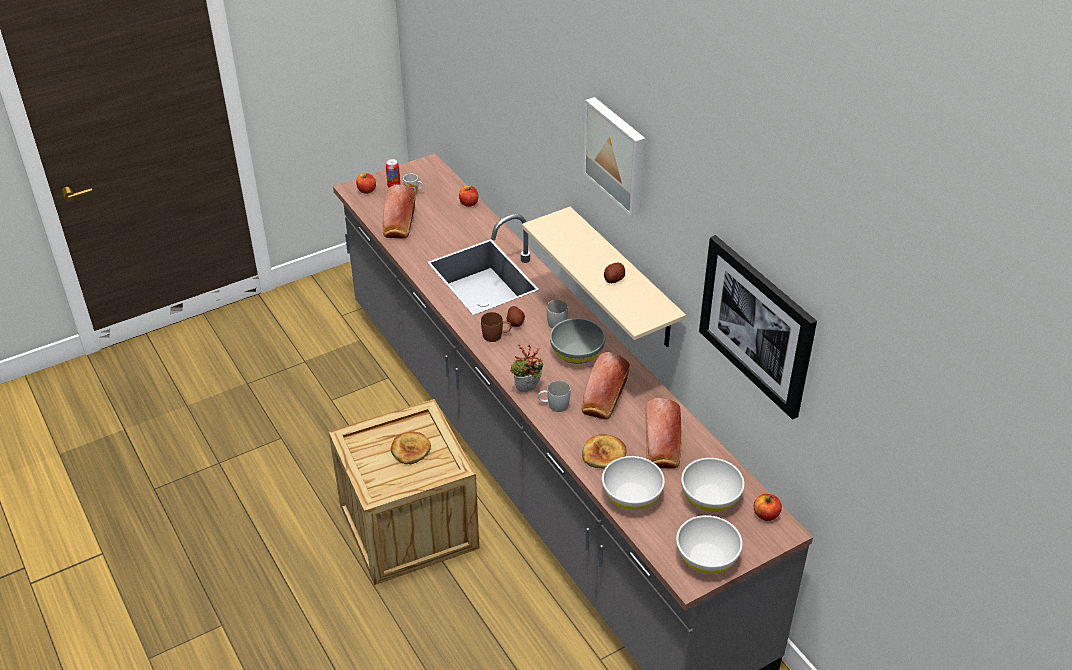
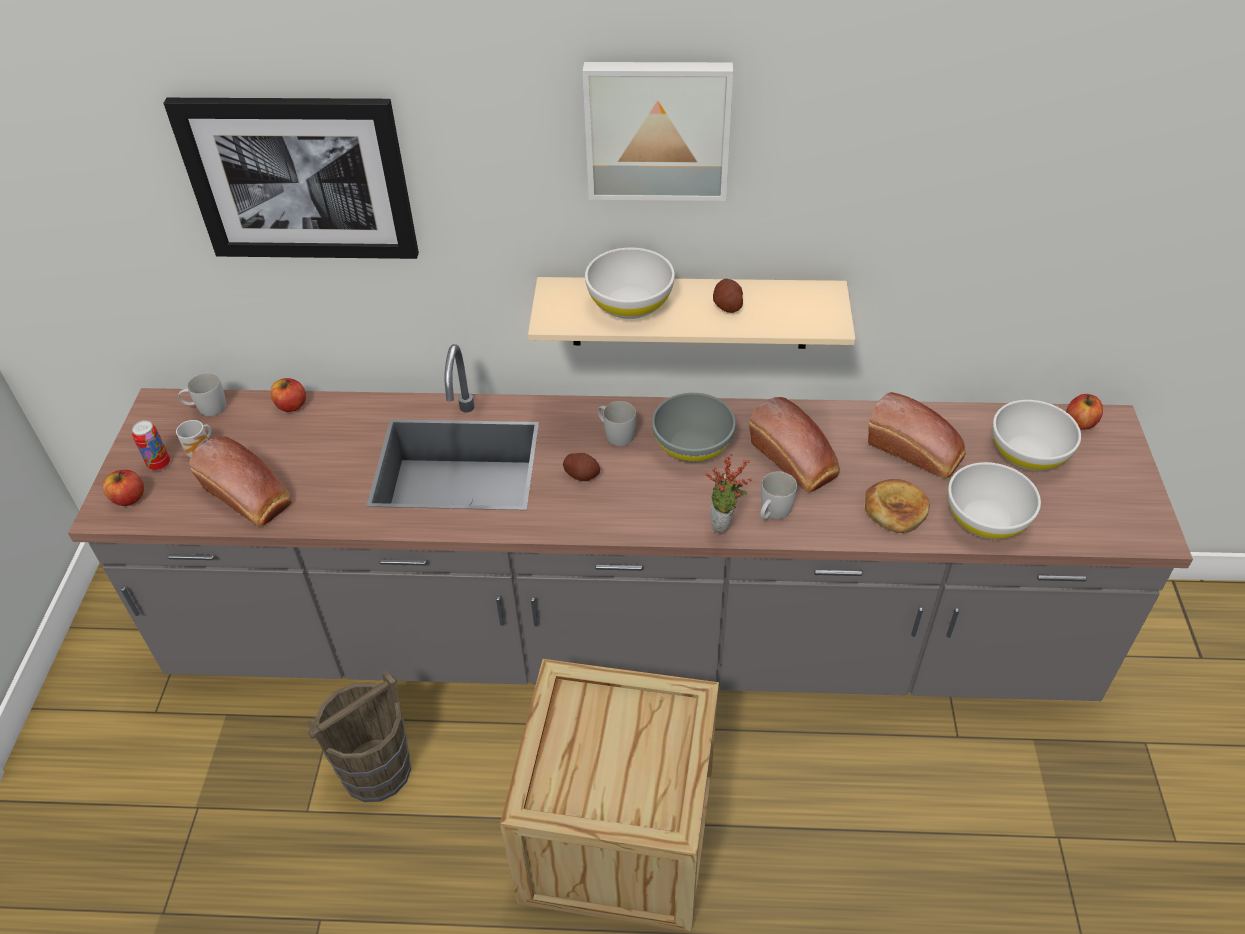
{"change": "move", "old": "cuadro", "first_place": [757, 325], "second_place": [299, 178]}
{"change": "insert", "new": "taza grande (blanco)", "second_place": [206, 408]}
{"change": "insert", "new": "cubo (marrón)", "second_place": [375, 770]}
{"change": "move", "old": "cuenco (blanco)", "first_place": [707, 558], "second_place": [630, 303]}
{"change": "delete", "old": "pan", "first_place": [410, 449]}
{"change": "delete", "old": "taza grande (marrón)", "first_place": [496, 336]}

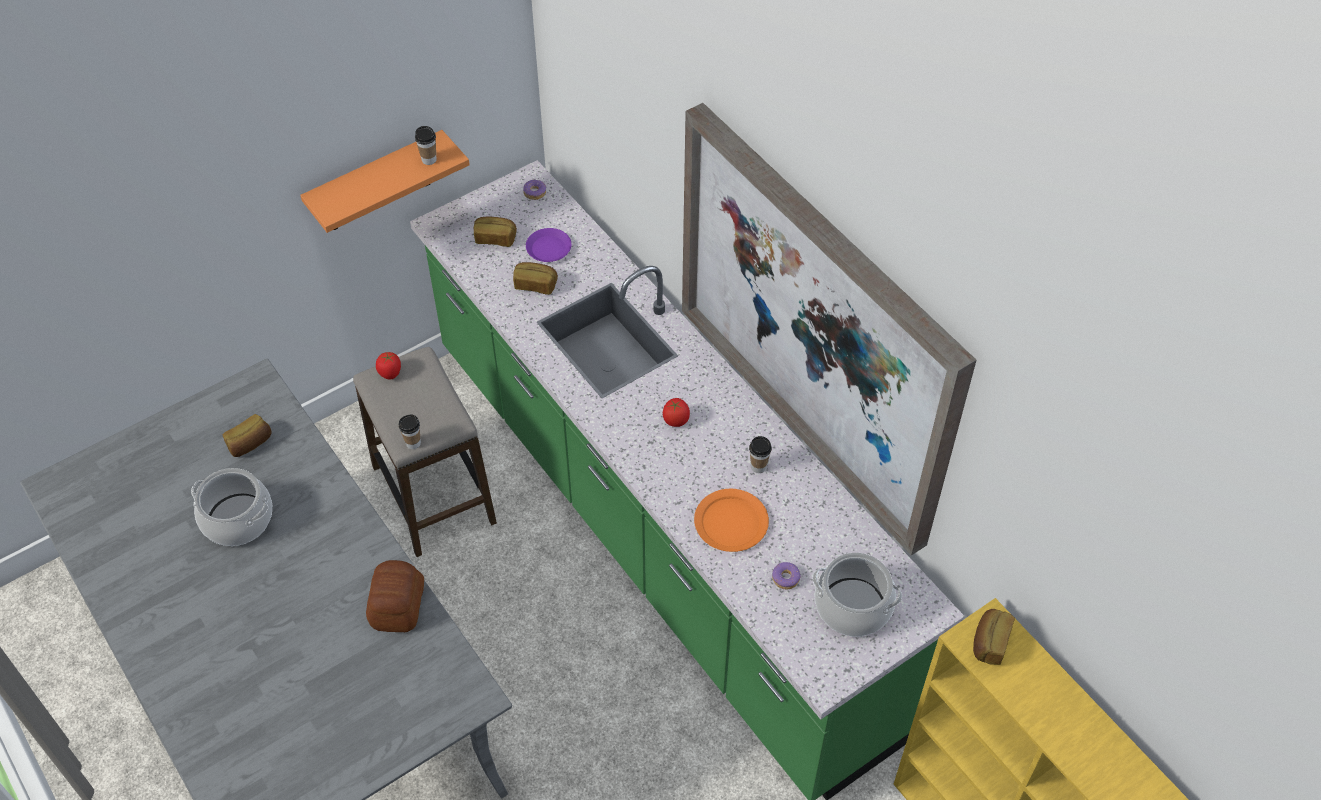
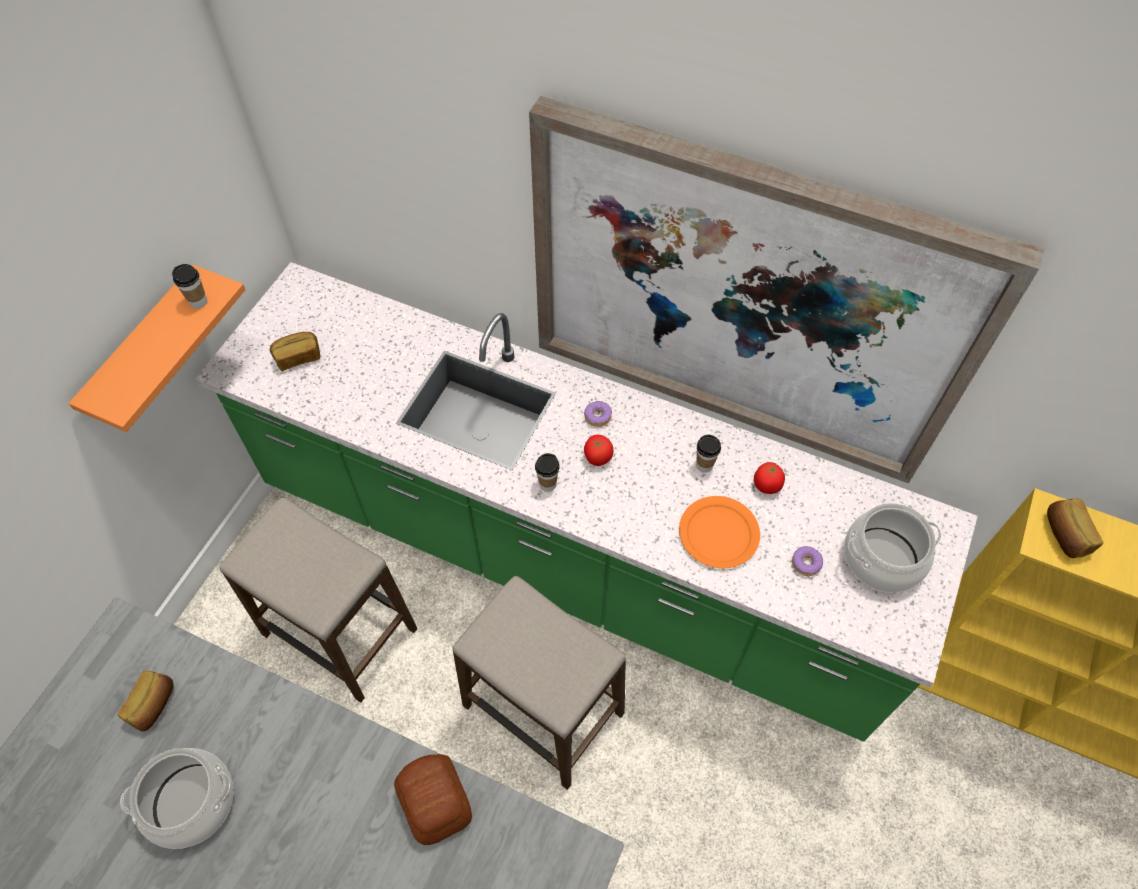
{"change": "insert", "new": "taburete", "second_place": [543, 709]}
{"change": "move", "old": "taza", "first_place": [413, 443], "second_place": [547, 484]}
{"change": "move", "old": "rosquilla", "first_place": [534, 192], "second_place": [597, 416]}
{"change": "move", "old": "tomate", "first_place": [390, 373], "second_place": [767, 485]}
{"change": "delete", "old": "pan", "first_place": [535, 284]}
{"change": "delete", "old": "plato (morado)", "first_place": [548, 248]}

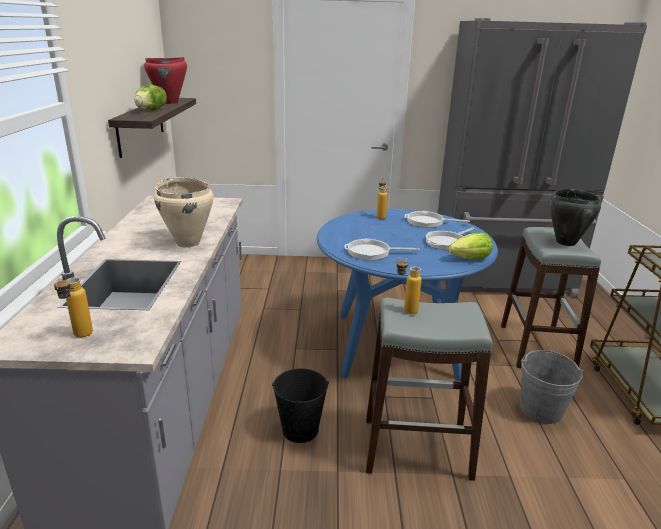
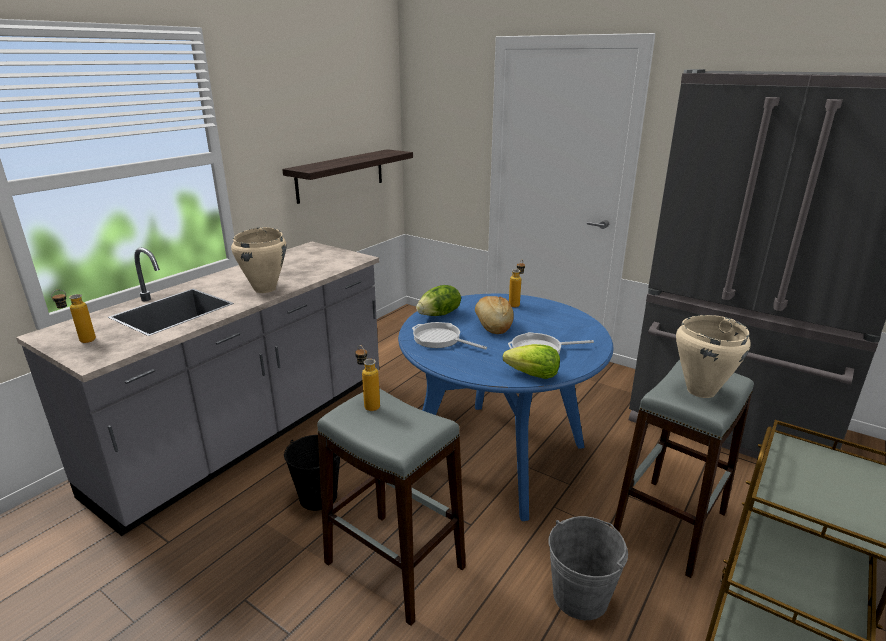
{"change": "move", "old": "lechuga", "first_place": [151, 110], "second_place": [439, 314]}
{"change": "insert", "new": "pan", "second_place": [492, 325]}
{"change": "recolor", "old": "olla (negro)", "new": "olla (beis)", "first_place": [565, 242], "second_place": [700, 391]}
{"change": "delete", "old": "olla (rojo)", "first_place": [170, 102]}
{"change": "delete", "old": "sartén", "first_place": [428, 222]}

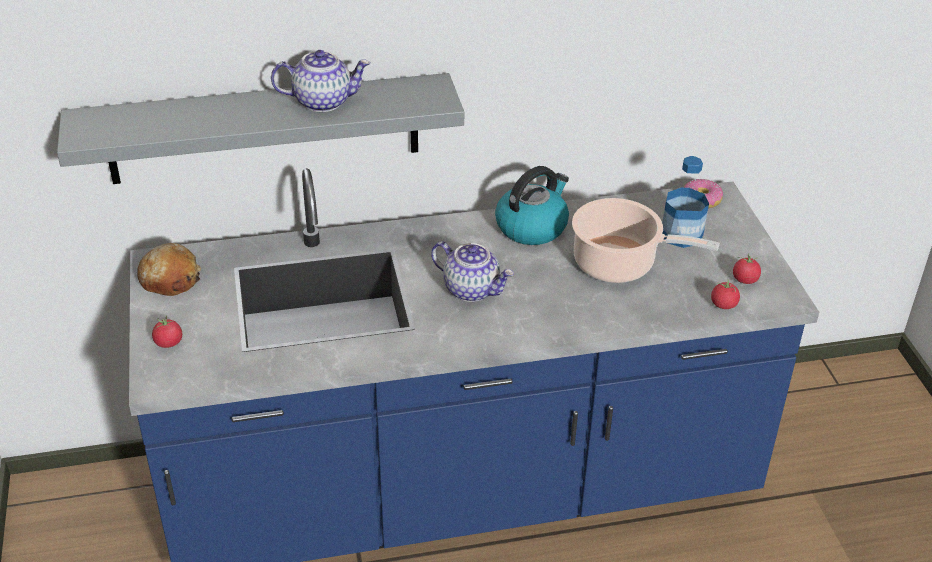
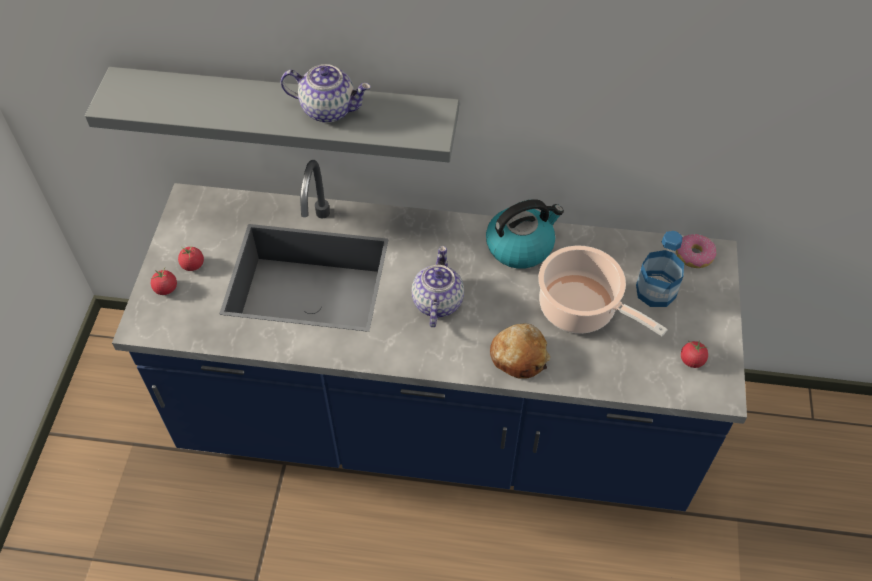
{"change": "move", "old": "tomate", "first_place": [723, 305], "second_place": [193, 265]}
{"change": "rotate", "old": "tetera", "first_place": [472, 289], "second_place": [436, 302], "degrees": -135}
{"change": "move", "old": "pan", "first_place": [170, 279], "second_place": [519, 356]}

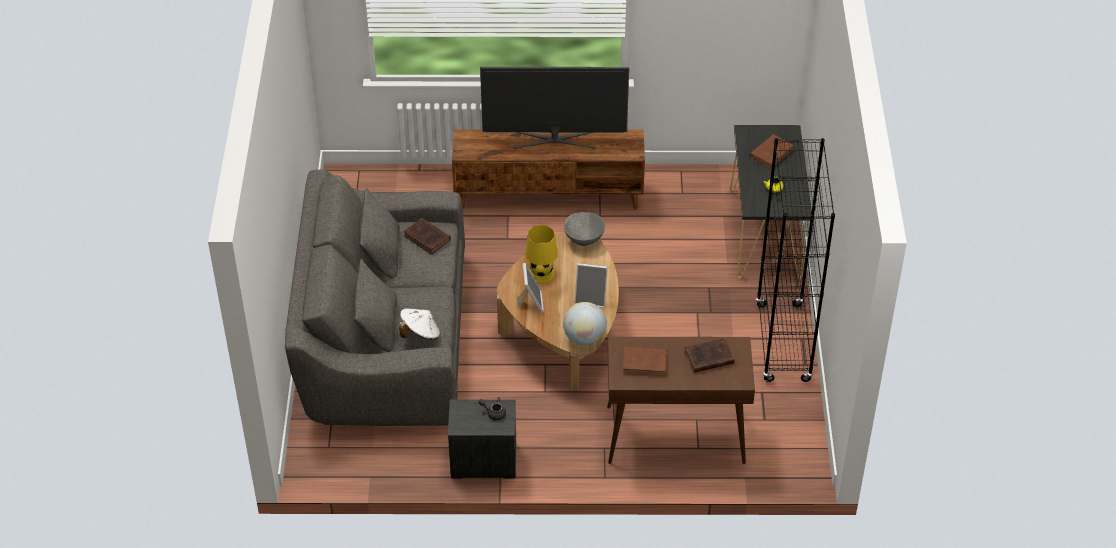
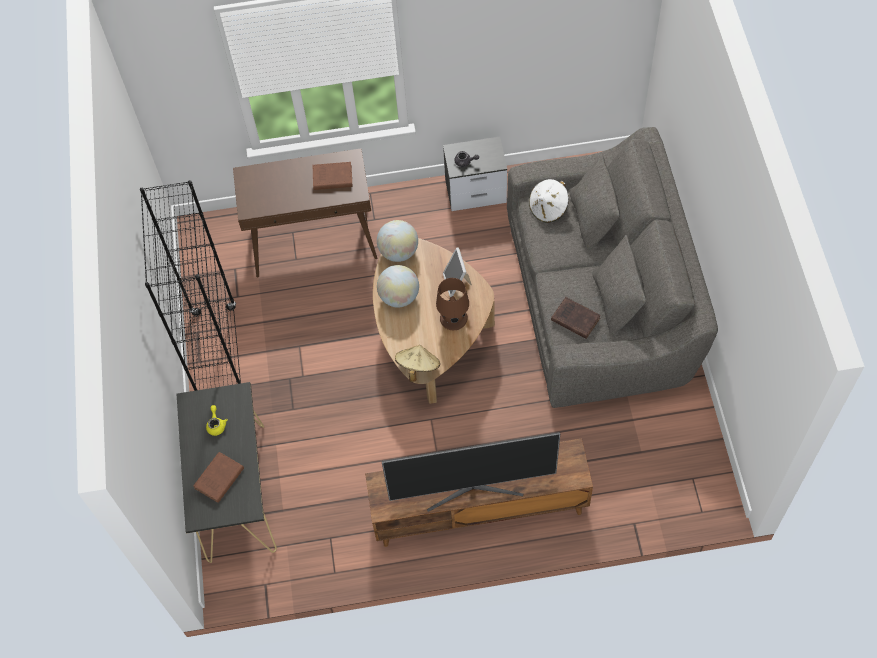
{"change": "replace", "old": "portarretratos", "new": "globo terráqueo", "first_place": [591, 298], "second_place": [399, 296]}
{"change": "replace", "old": "cuenco (gris)", "new": "sombrero (beis)", "first_place": [584, 240], "second_place": [417, 367]}
{"change": "recolor", "old": "lámpara de mesa (amarillo)", "new": "lámpara de mesa (marrón)", "first_place": [541, 273], "second_place": [453, 318]}
{"change": "delete", "old": "libro (marrón)", "first_place": [707, 358]}

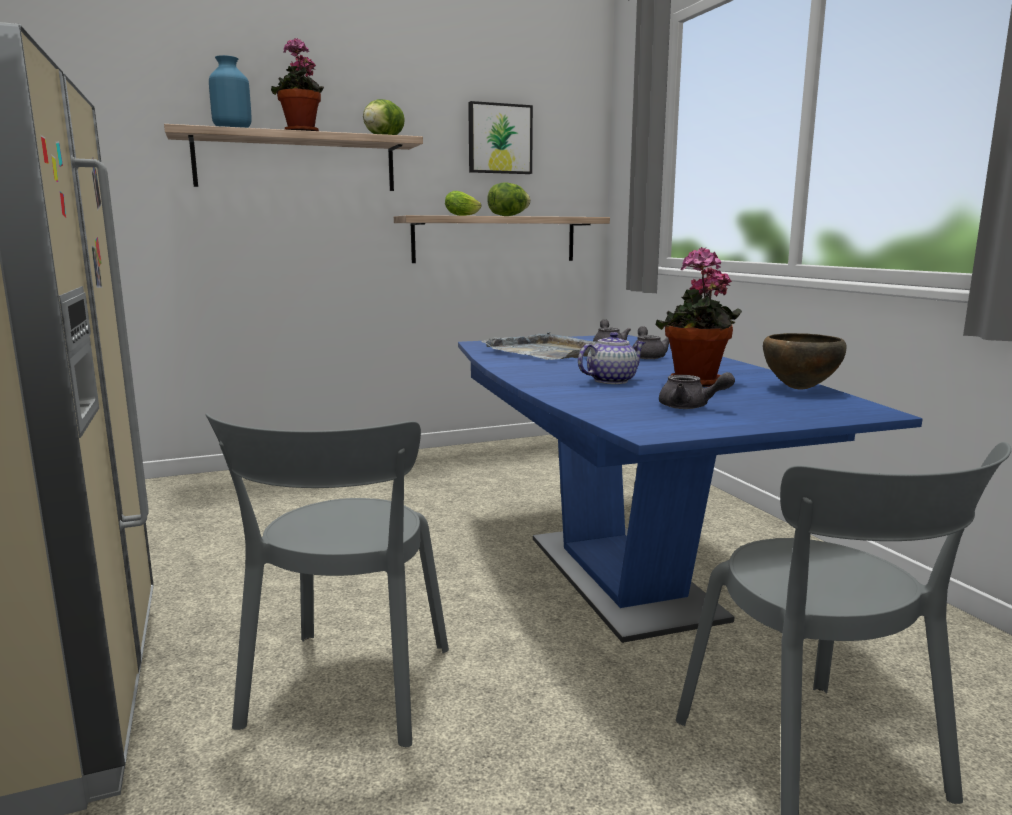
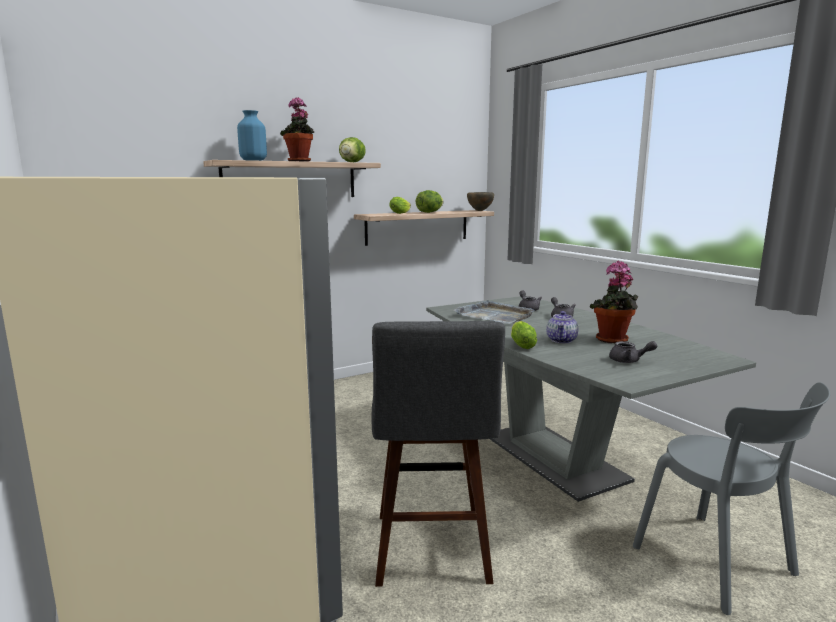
{"change": "replace", "old": "silla (gris)", "new": "taburete (gris)", "first_place": [346, 692], "second_place": [431, 552]}
{"change": "recolor", "old": "mesa de comedor (azul)", "new": "mesa de comedor (gris)", "first_place": [621, 577], "second_place": [553, 458]}
{"change": "move", "old": "cuenco (marrón)", "first_place": [798, 389], "second_place": [479, 211]}
{"change": "insert", "new": "lechuga", "second_place": [521, 345]}
{"change": "rotate", "old": "tetera", "first_place": [611, 380], "second_place": [562, 340], "degrees": 150}
{"change": "delete", "old": "cuadro", "first_place": [499, 139]}

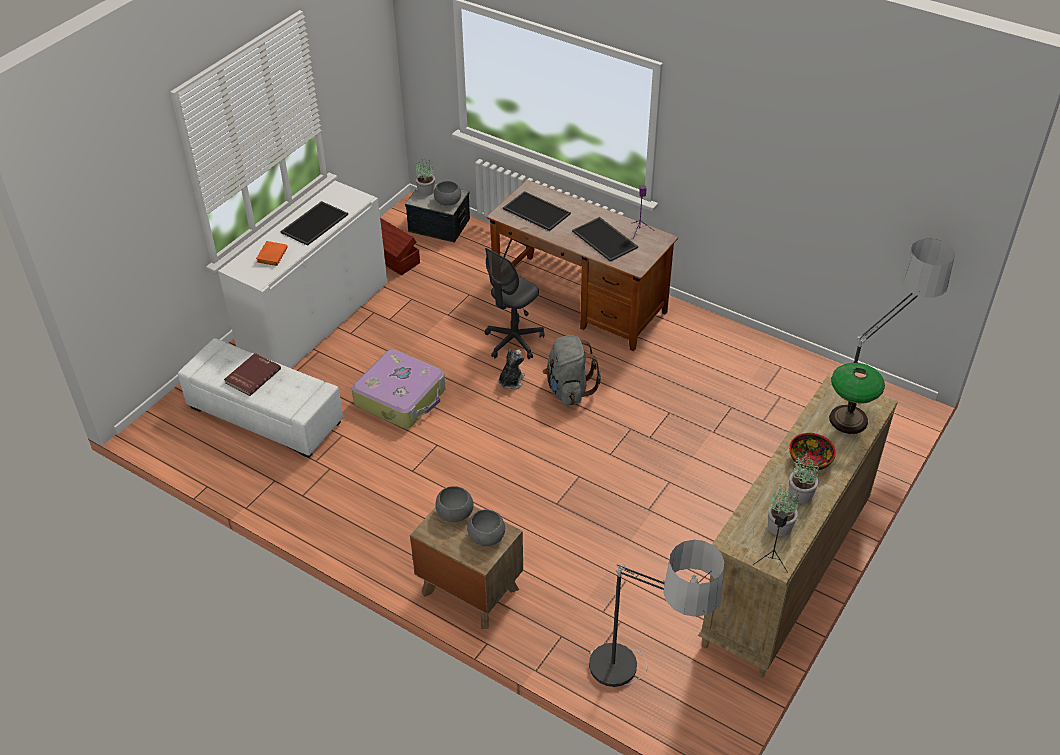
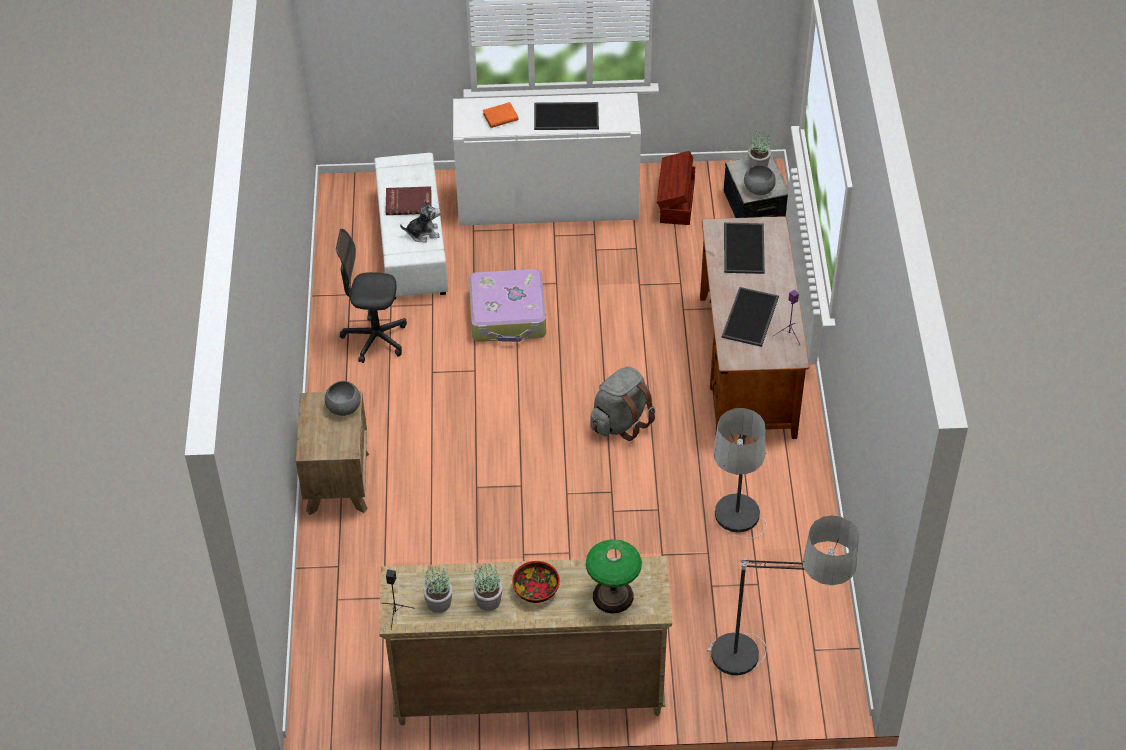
{"change": "move", "old": "silla de oficina (gris)", "first_place": [513, 341], "second_place": [375, 339]}
{"change": "move", "old": "peluche", "first_place": [510, 381], "second_place": [423, 233]}
{"change": "move", "old": "lámpara de pie", "first_place": [643, 690], "second_place": [734, 545]}
{"change": "delete", "old": "cuenco (gris)", "first_place": [487, 536]}

